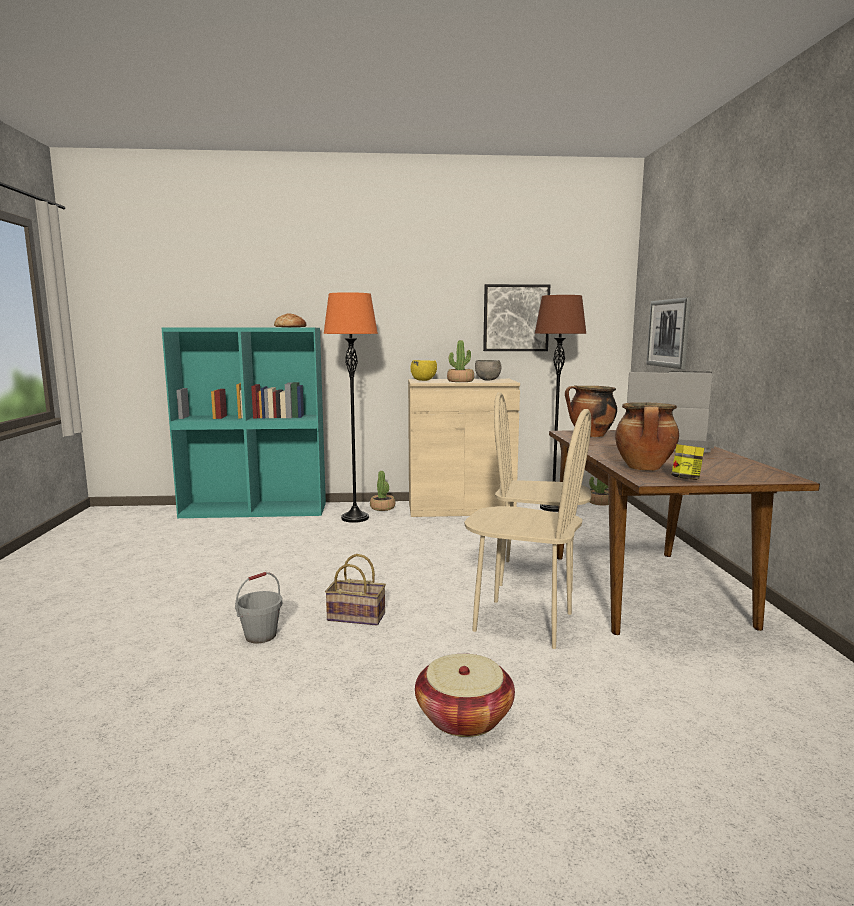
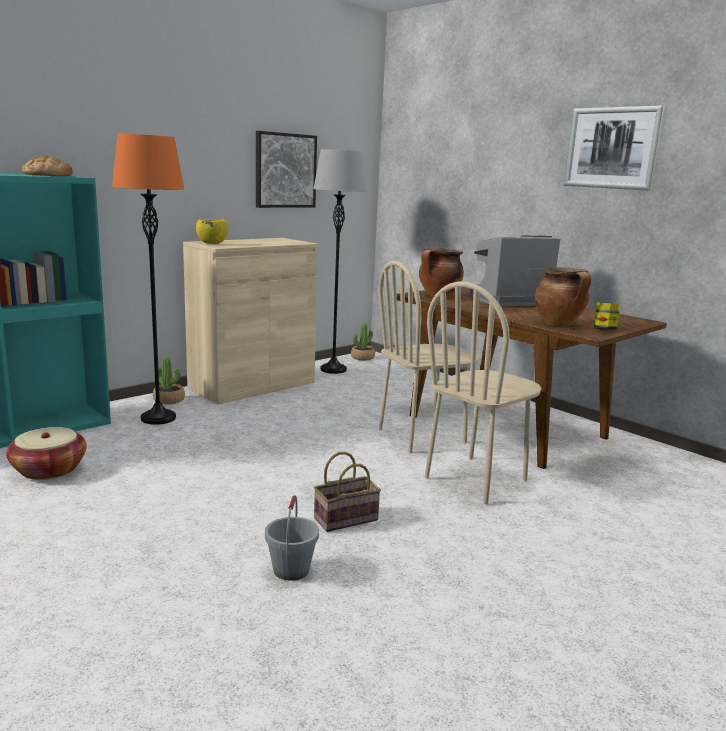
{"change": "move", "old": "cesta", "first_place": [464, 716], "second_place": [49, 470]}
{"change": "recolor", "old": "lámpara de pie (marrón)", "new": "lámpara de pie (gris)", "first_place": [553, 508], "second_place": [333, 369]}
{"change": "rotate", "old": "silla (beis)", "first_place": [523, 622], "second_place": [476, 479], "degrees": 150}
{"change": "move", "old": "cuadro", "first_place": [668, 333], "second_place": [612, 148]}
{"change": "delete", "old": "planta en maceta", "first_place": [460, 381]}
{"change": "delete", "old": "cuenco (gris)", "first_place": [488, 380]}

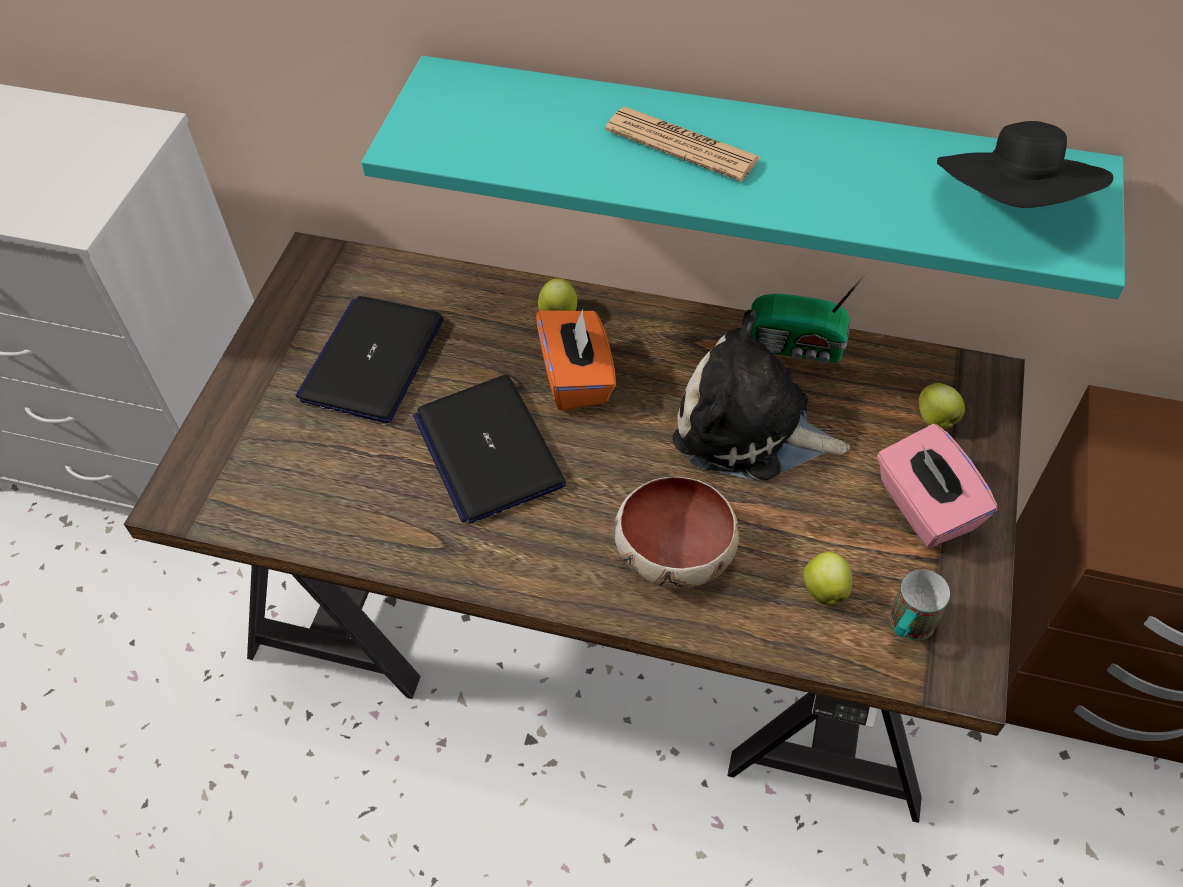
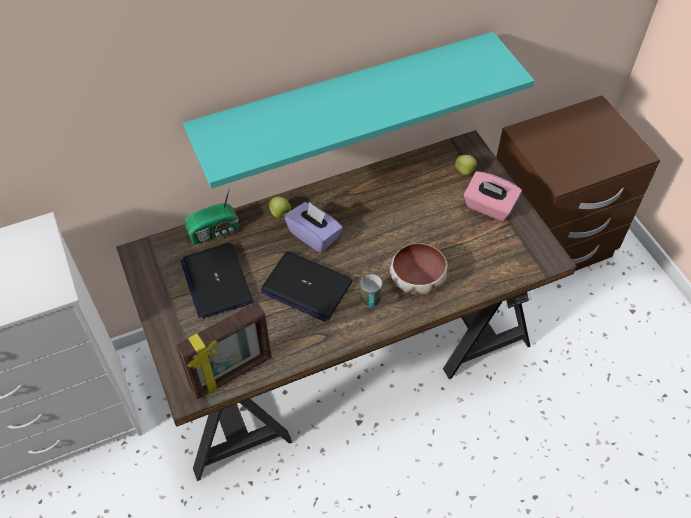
{"change": "insert", "new": "portarretratos", "second_place": [232, 374]}
{"change": "move", "old": "radio", "first_place": [797, 347], "second_place": [215, 231]}
{"change": "recolor", "old": "caja de pañuelos (naranja)", "new": "caja de pañuelos (morado)", "first_place": [577, 377], "second_place": [314, 235]}
{"change": "move", "old": "taza grande", "first_place": [907, 627], "second_place": [370, 303]}
{"change": "delete", "old": "periódico", "first_place": [682, 145]}
{"change": "delete", "old": "peluche", "first_place": [750, 428]}
{"change": "delete", "old": "manzana", "first_place": [824, 589]}
{"change": "delete", "old": "sombrero (negro)", "first_place": [1012, 206]}

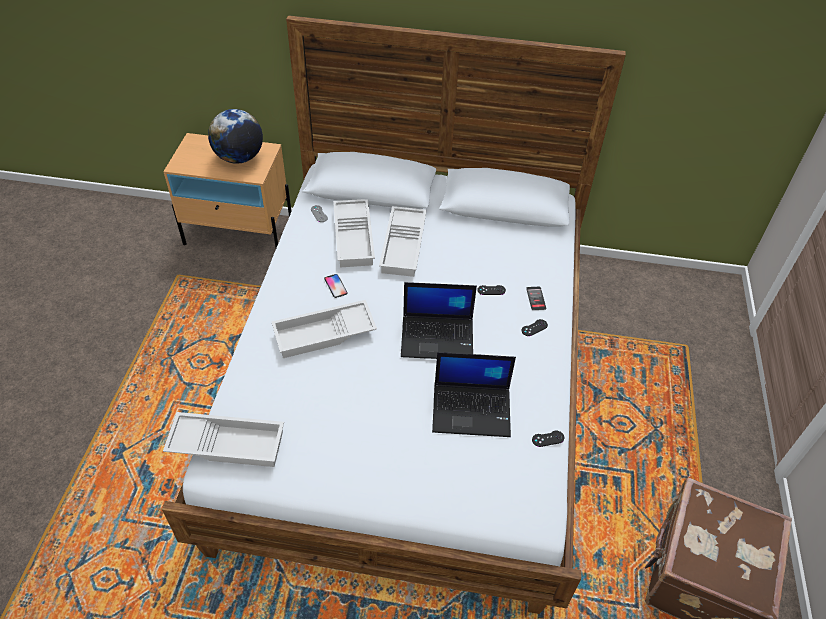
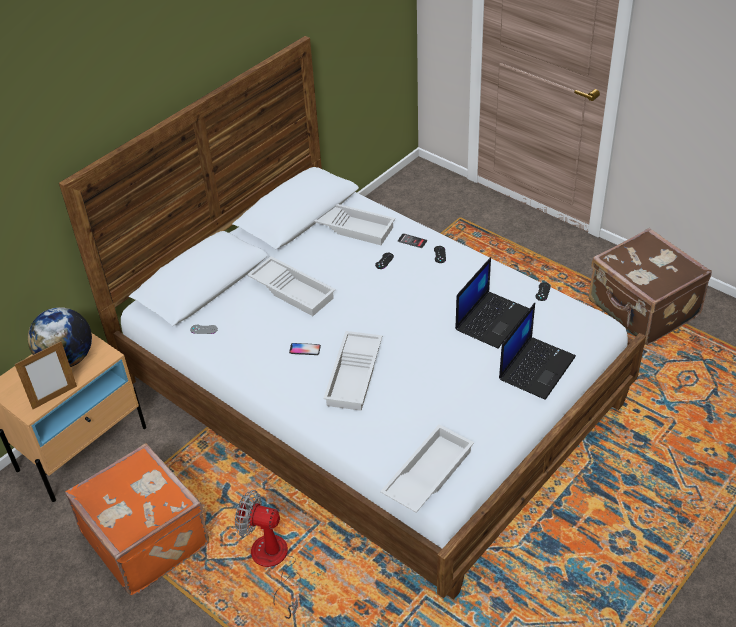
{"change": "insert", "new": "portarretratos", "second_place": [54, 397]}
{"change": "insert", "new": "maleta (naranja)", "second_place": [147, 537]}
{"change": "insert", "new": "ventilador", "second_place": [273, 563]}
{"change": "move", "old": "bandeja (blanco)", "first_place": [355, 237], "second_place": [353, 226]}
{"change": "move", "old": "portátil", "first_place": [438, 337], "second_place": [536, 367]}

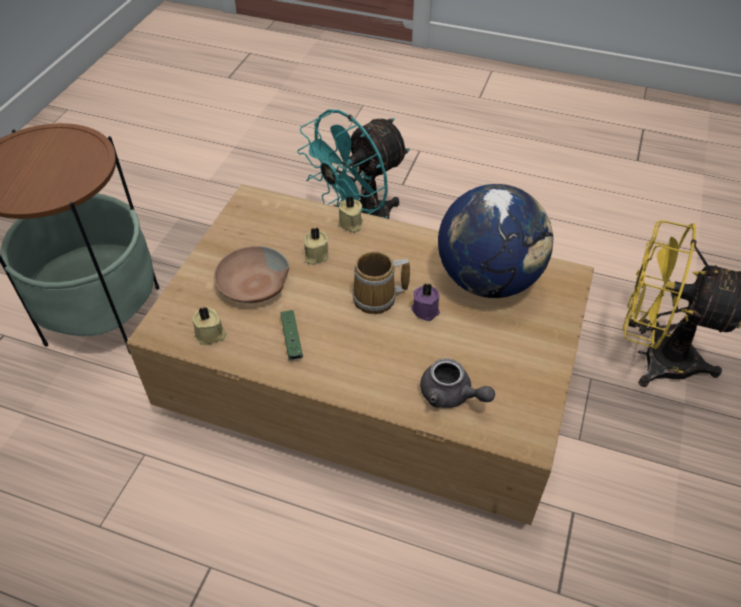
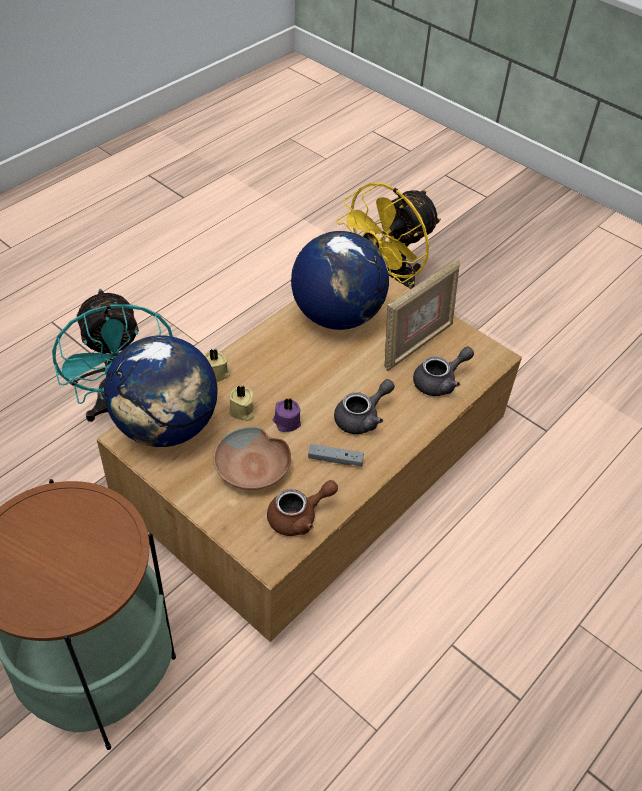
{"change": "insert", "new": "globo terráqueo", "second_place": [166, 427]}
{"change": "replace", "old": "vela (beis)", "new": "tetera (marrón)", "first_place": [211, 335], "second_place": [299, 517]}
{"change": "move", "old": "vela (morado)", "first_place": [425, 309], "second_place": [286, 422]}
{"change": "recolor", "old": "mando de consola (verde)", "new": "mando de consola (gris)", "first_place": [292, 339], "second_place": [335, 459]}
{"change": "insert", "new": "tetera (gris)", "second_place": [362, 417]}
{"change": "insert", "new": "portarretratos", "second_place": [416, 344]}
{"change": "delete", "old": "taza grande", "first_place": [378, 298]}

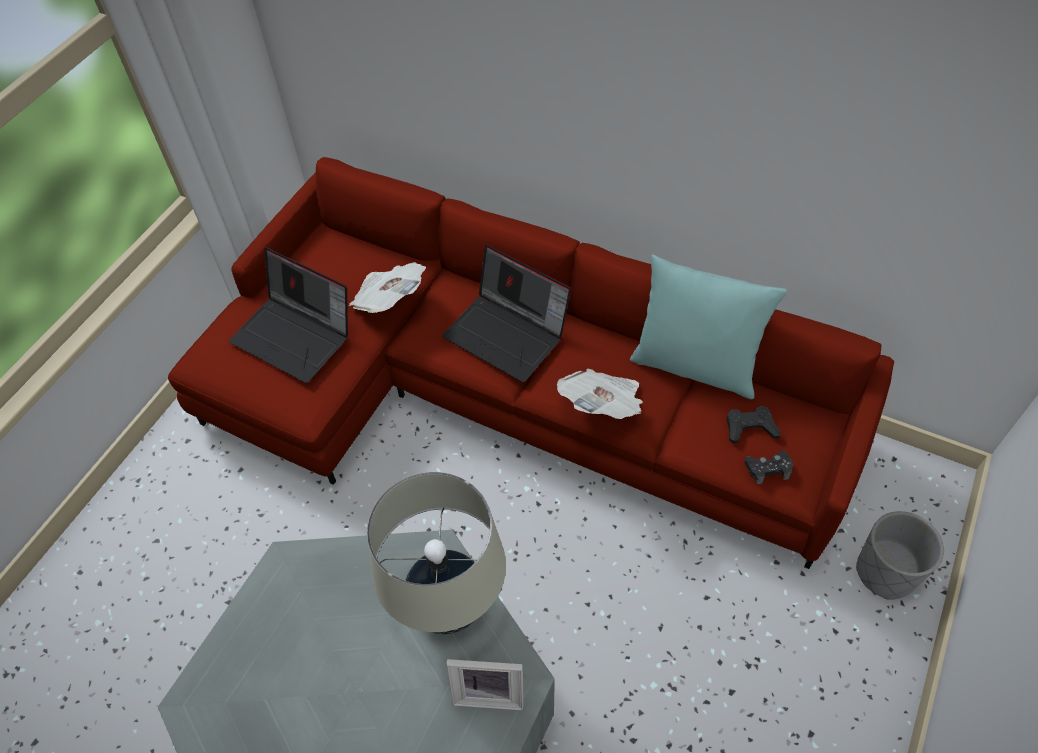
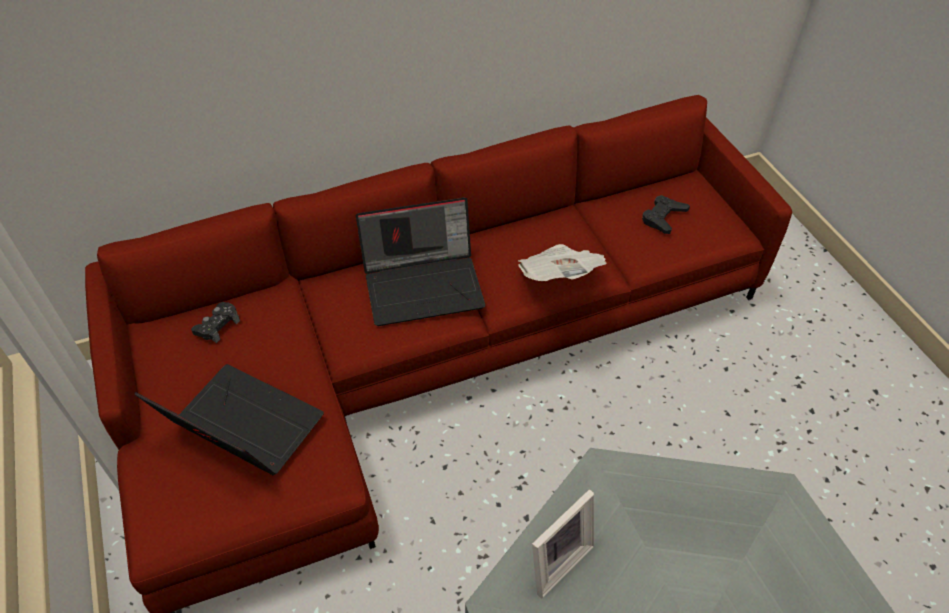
{"change": "rotate", "old": "portátil", "first_place": [296, 335], "second_place": [240, 427], "degrees": -135}
{"change": "move", "old": "mando de consola (negro)", "first_place": [768, 469], "second_place": [217, 325]}
{"change": "move", "old": "portarretratos", "first_place": [489, 691], "second_place": [555, 559]}
{"change": "delete", "old": "periódico", "first_place": [389, 300]}
{"change": "delete", "old": "lámpara de mesa (beis)", "first_place": [448, 605]}
{"change": "delete", "old": "cojín (turquesa)", "first_place": [695, 365]}
{"change": "delete", "old": "maceta (gris)", "first_place": [885, 572]}

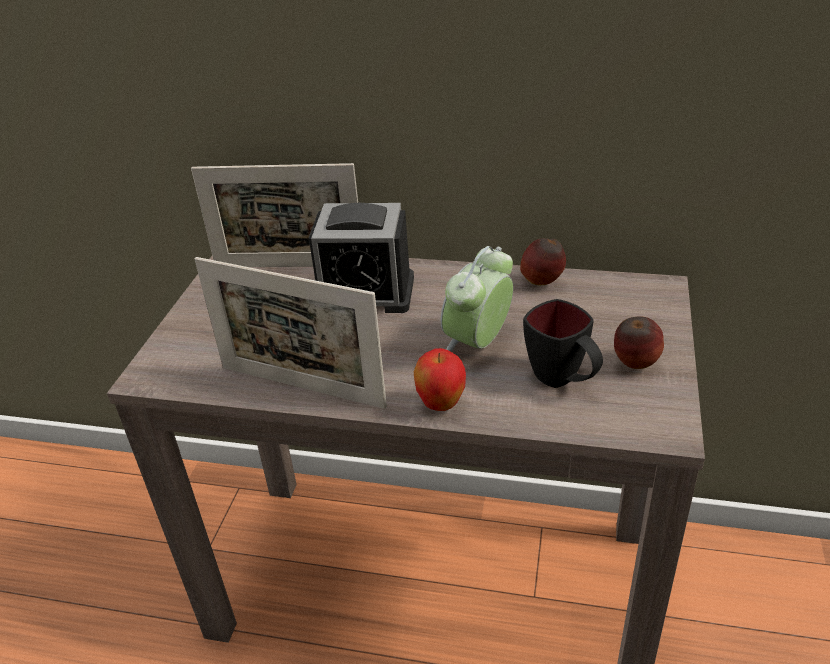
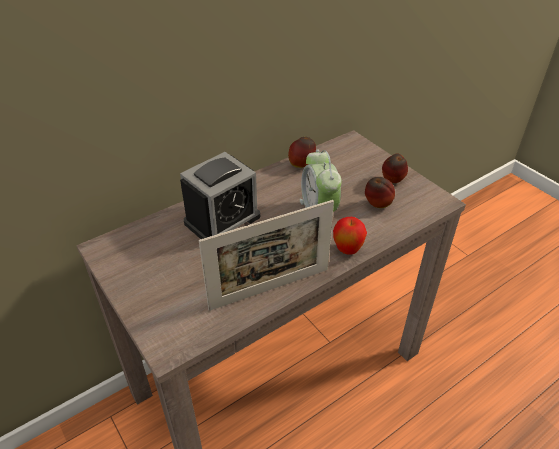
{"change": "replace", "old": "taza grande (negro)", "new": "manzana", "first_place": [563, 381], "second_place": [377, 205]}
{"change": "delete", "old": "portarretratos", "first_place": [289, 266]}

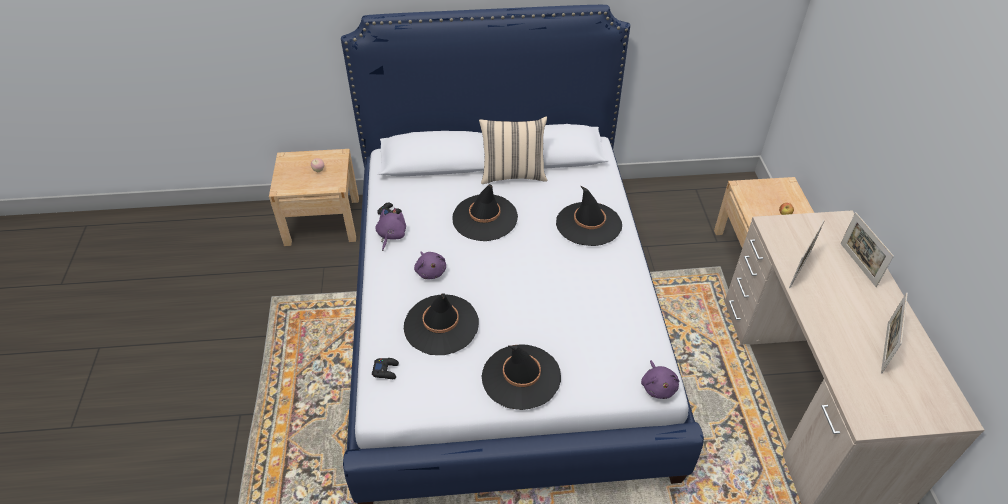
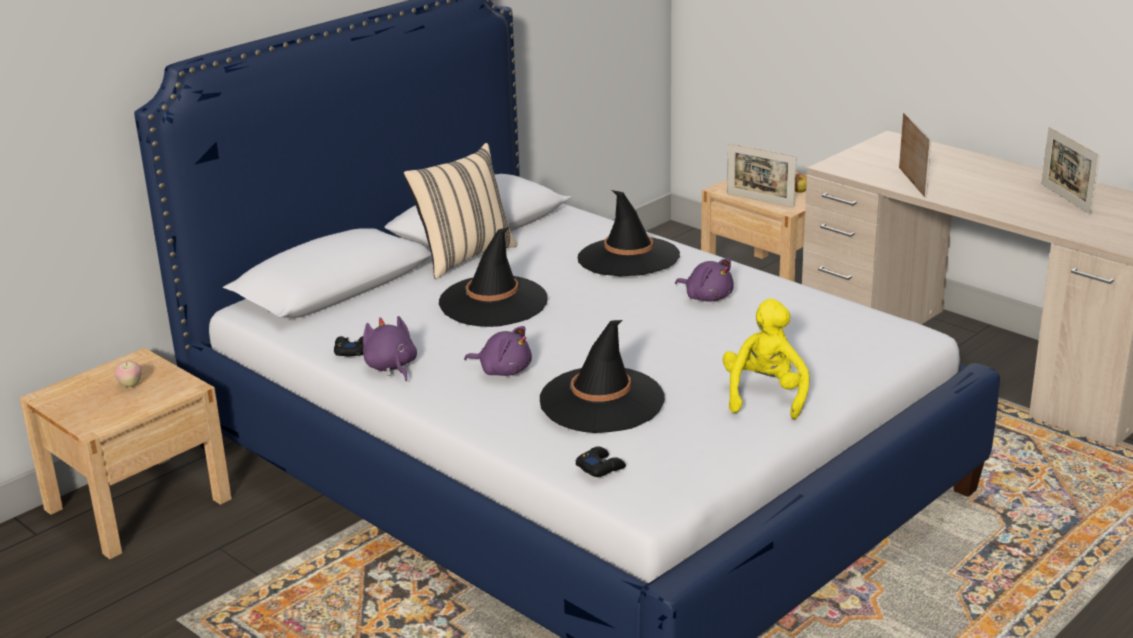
{"change": "move", "old": "peluche (morado)", "first_place": [658, 386], "second_place": [707, 297]}
{"change": "replace", "old": "sombrero (negro)", "new": "peluche (amarillo)", "first_place": [521, 377], "second_place": [765, 395]}
{"change": "move", "old": "portarretratos", "first_place": [858, 264], "second_place": [760, 200]}

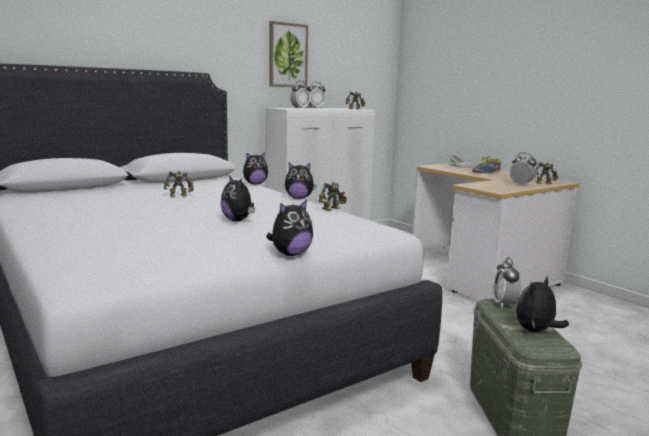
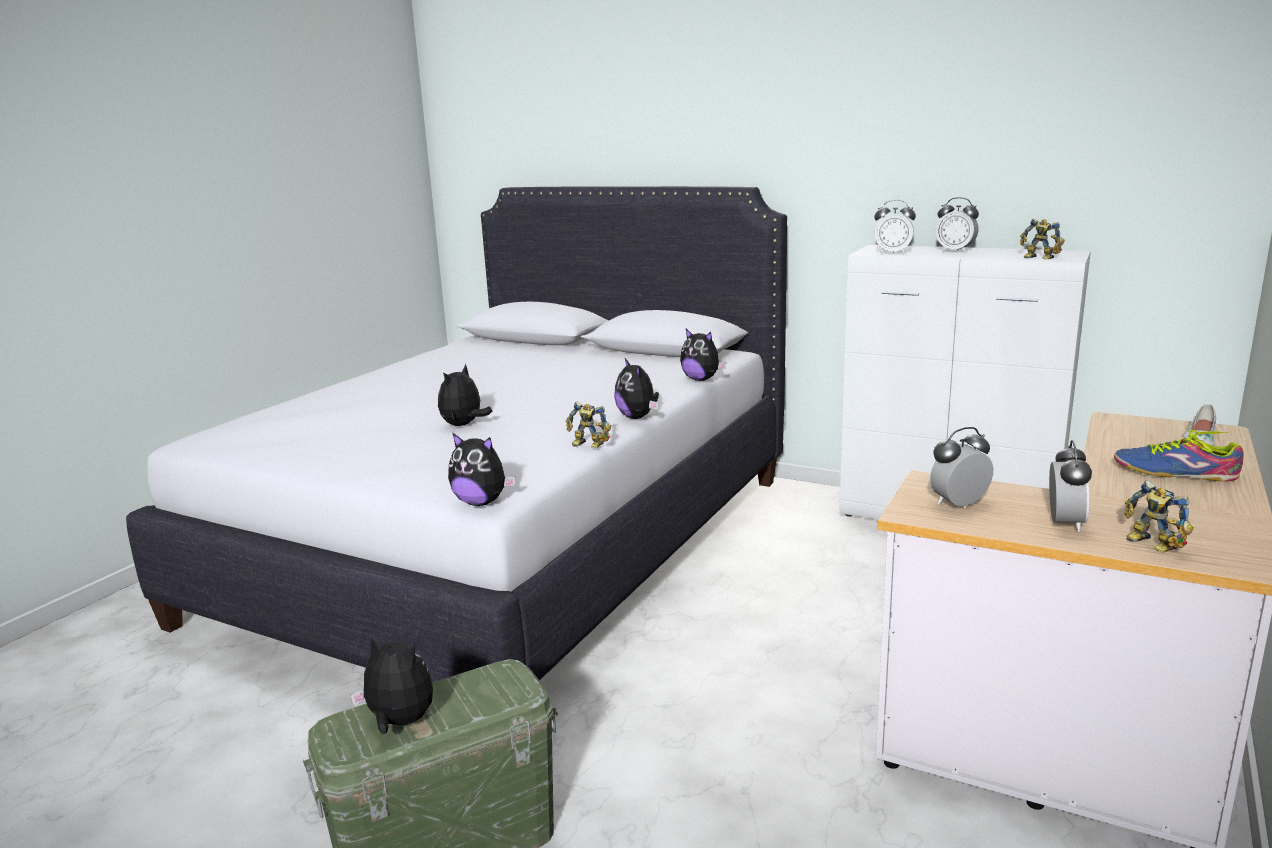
{"change": "move", "old": "peluche", "first_place": [290, 254], "second_place": [481, 502]}
{"change": "move", "old": "despertador", "first_place": [504, 304], "second_place": [958, 504]}
{"change": "delete", "old": "robot de juguete", "first_place": [179, 196]}
{"change": "delete", "old": "cuadro", "first_place": [288, 55]}

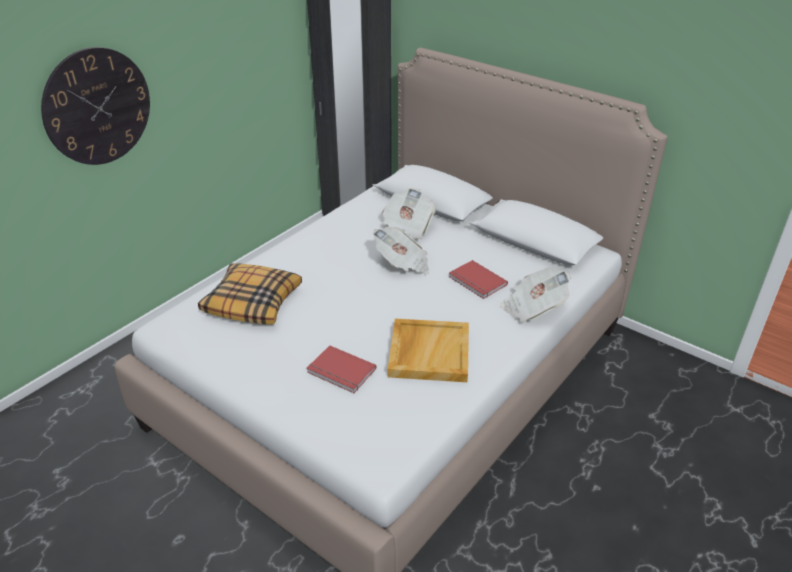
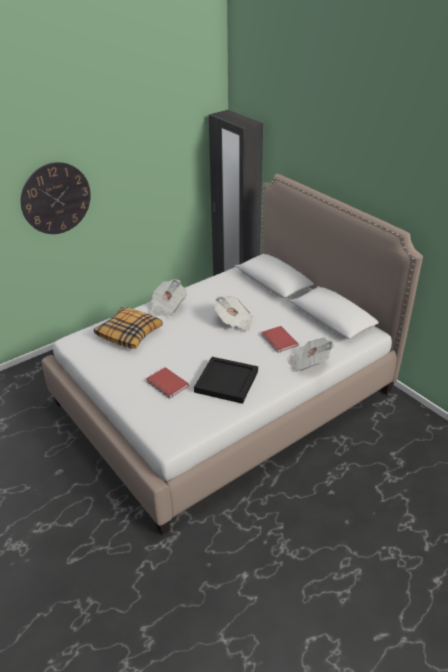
{"change": "move", "old": "periódico", "first_place": [406, 229], "second_place": [167, 307]}
{"change": "recolor", "old": "bandeja (beis)", "new": "bandeja (negro)", "first_place": [428, 352], "second_place": [226, 381]}

